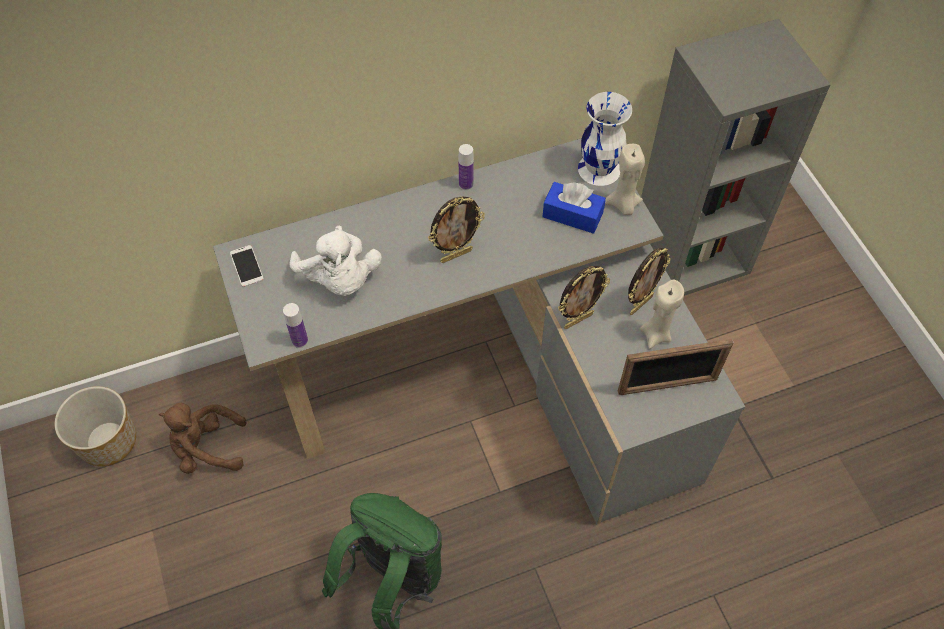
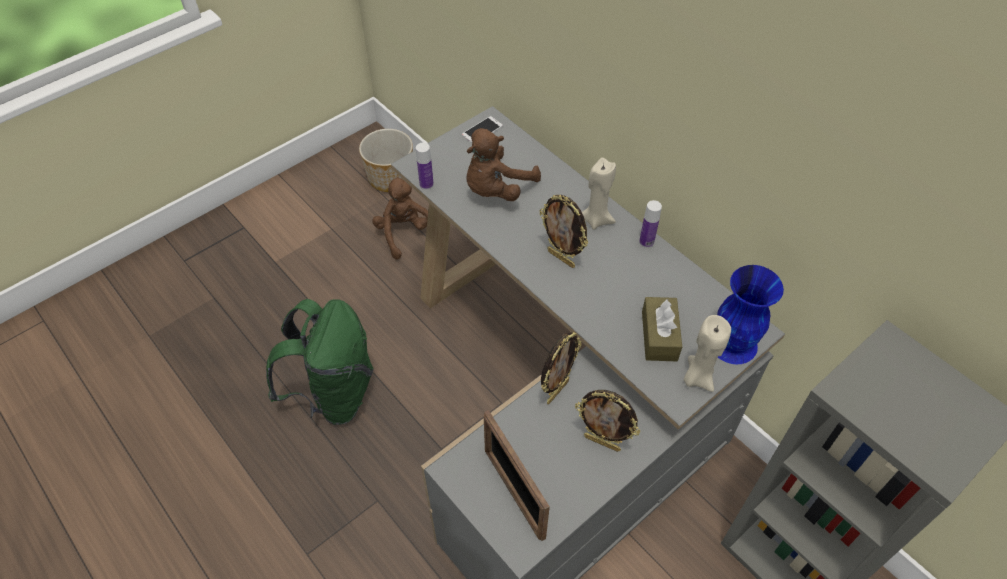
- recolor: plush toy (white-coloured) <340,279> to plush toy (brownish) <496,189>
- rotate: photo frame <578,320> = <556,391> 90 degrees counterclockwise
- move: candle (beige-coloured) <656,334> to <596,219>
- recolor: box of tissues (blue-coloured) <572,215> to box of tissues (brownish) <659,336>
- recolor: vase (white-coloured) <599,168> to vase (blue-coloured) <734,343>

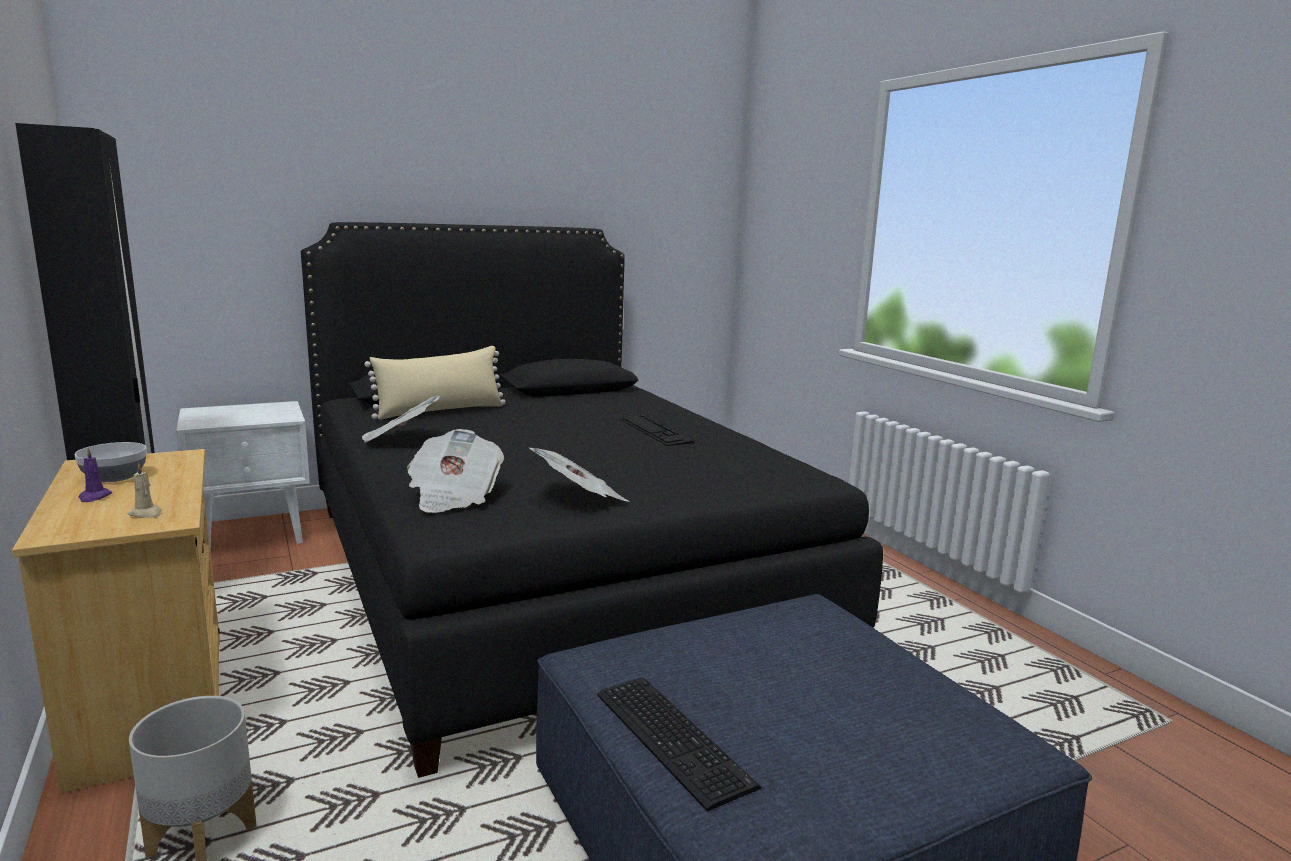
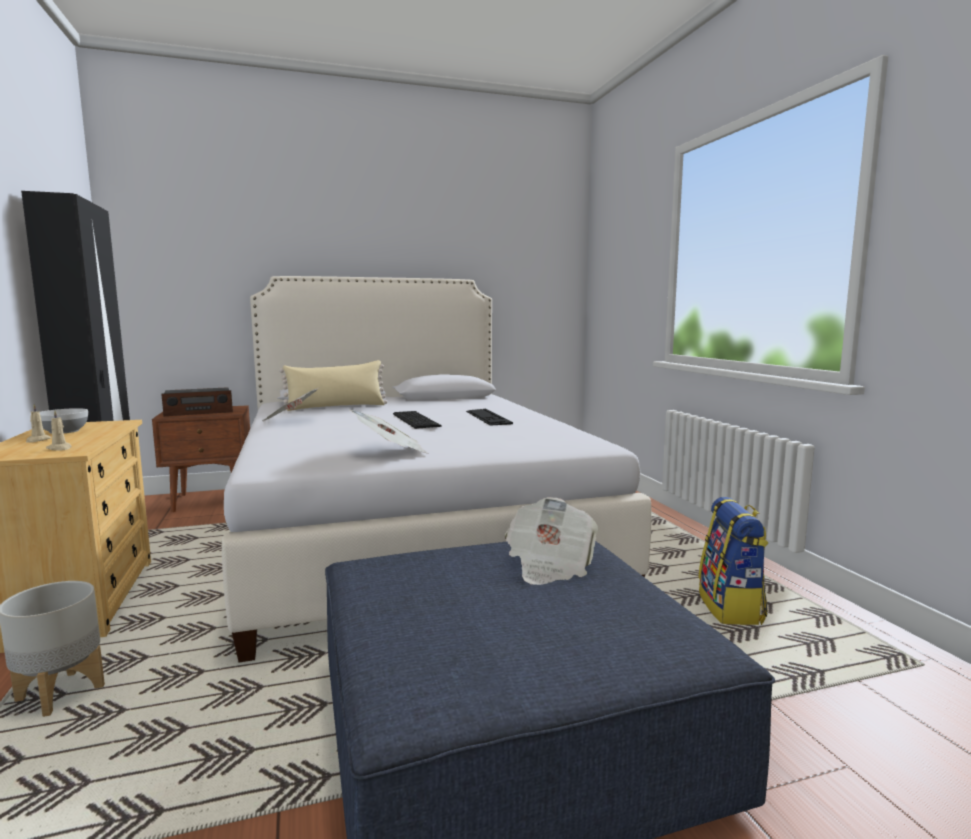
- recolor: candle (purple-coloured) <94,497> to candle (beige-coloured) <37,440>
- recolor: bedside table (white-coloured) <254,534> to bedside table (brownish) <212,500>
- insert: radio <199,411>
- recolor: bedroom bed (black-coloured) <547,574> to bedroom bed (white-coloured) <407,531>
- move: PC keyboard <673,735> to <417,419>
- move: printed paper <453,496> to <549,565>
- insert: backpack <731,608>

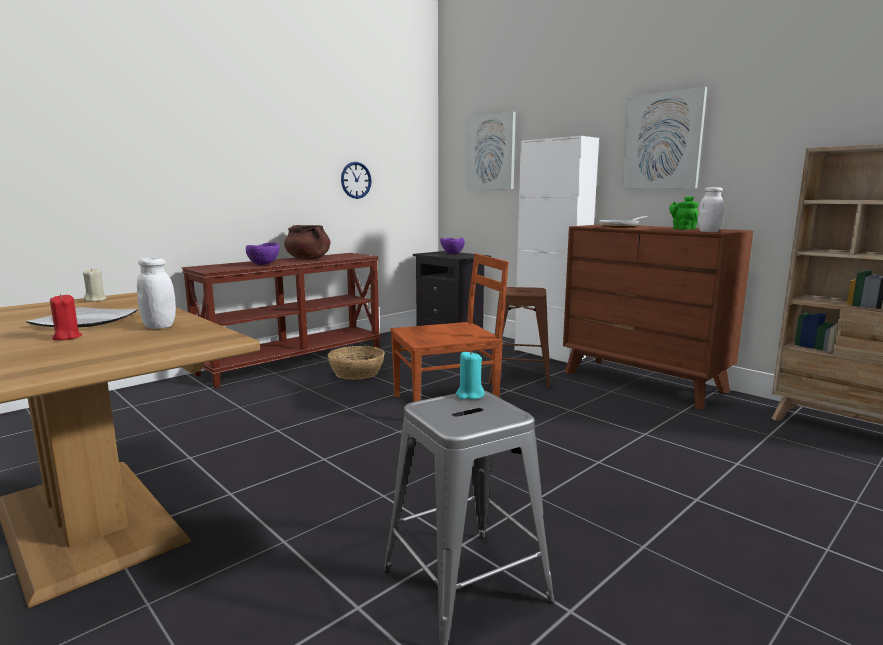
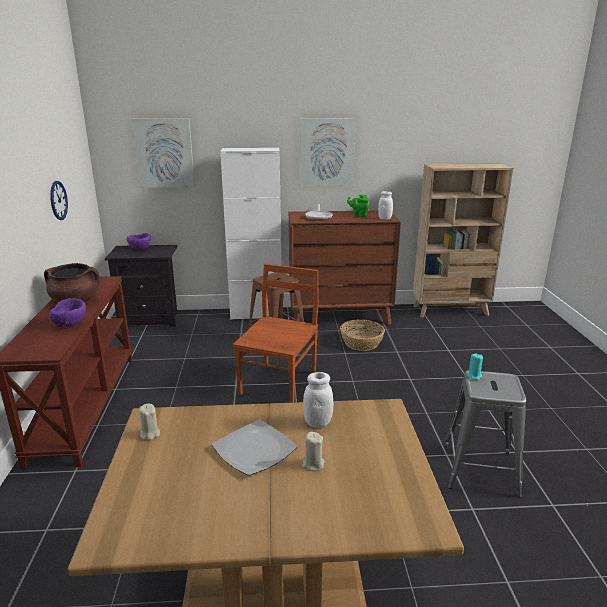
- recolor: candle (red-coloured) <67,337> to candle (beige-coloured) <313,464>
- move: storage basket <356,373> to <361,343>

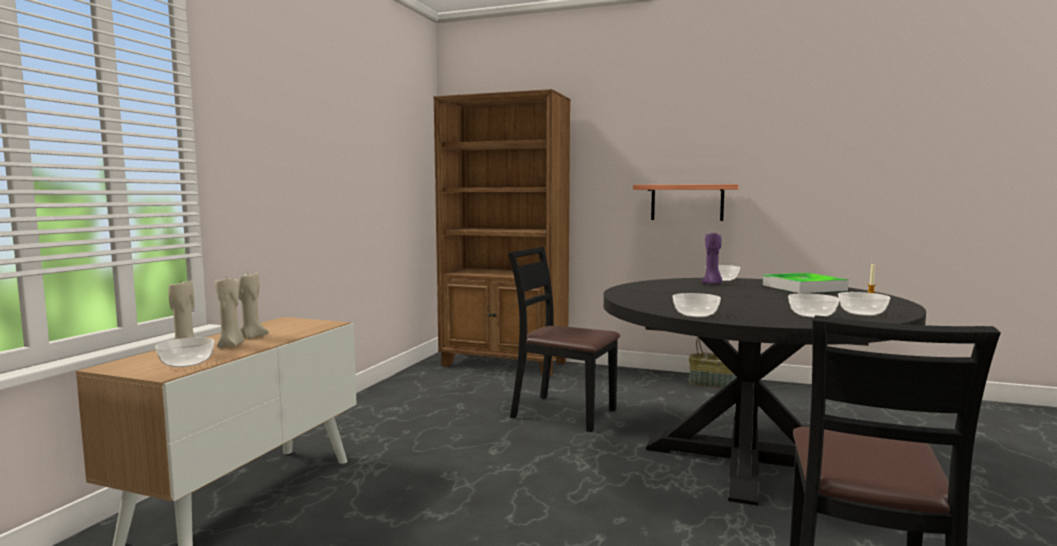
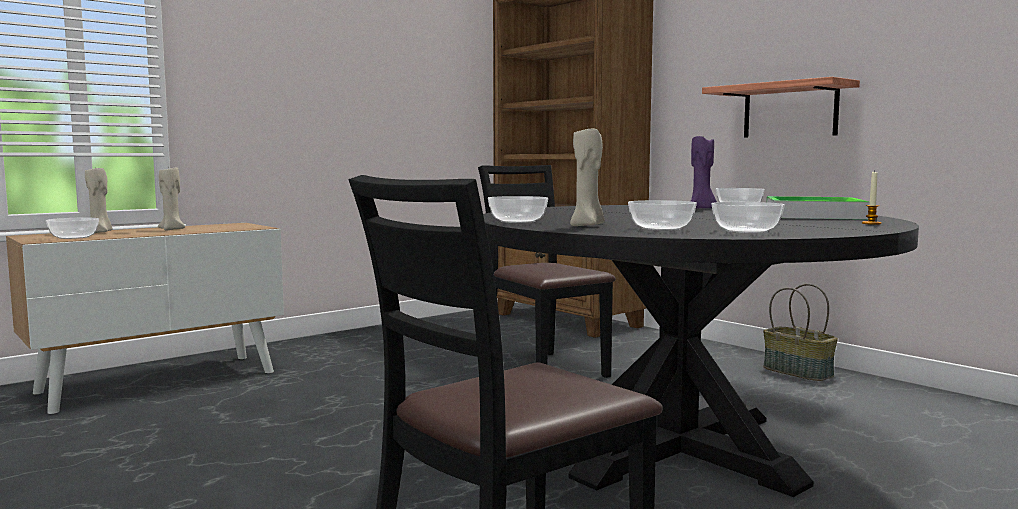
- move: candle (beige-coloured) <231,345> to <588,225>

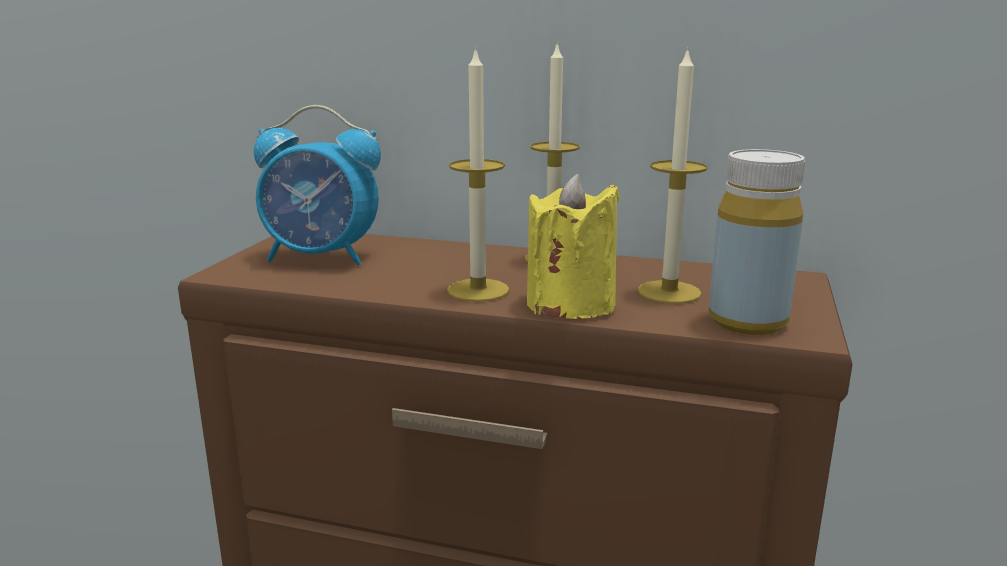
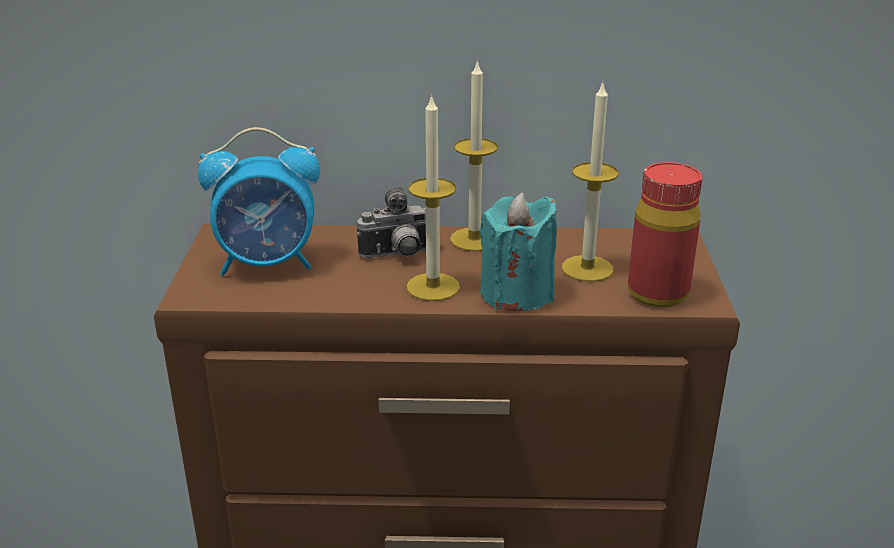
- insert: photo camera <399,256>
- recolor: candle (yellow-coloured) <570,304> to candle (turquoise) <516,293>
- recolor: beverage bottle (yellow-coloured) <747,321> to beverage bottle (red-coloured) <657,293>

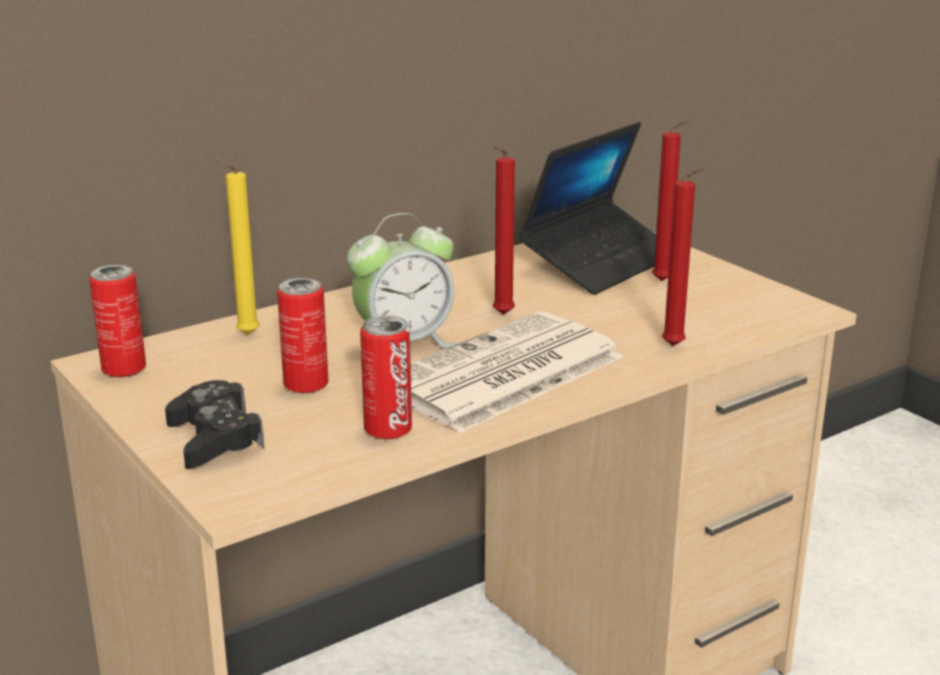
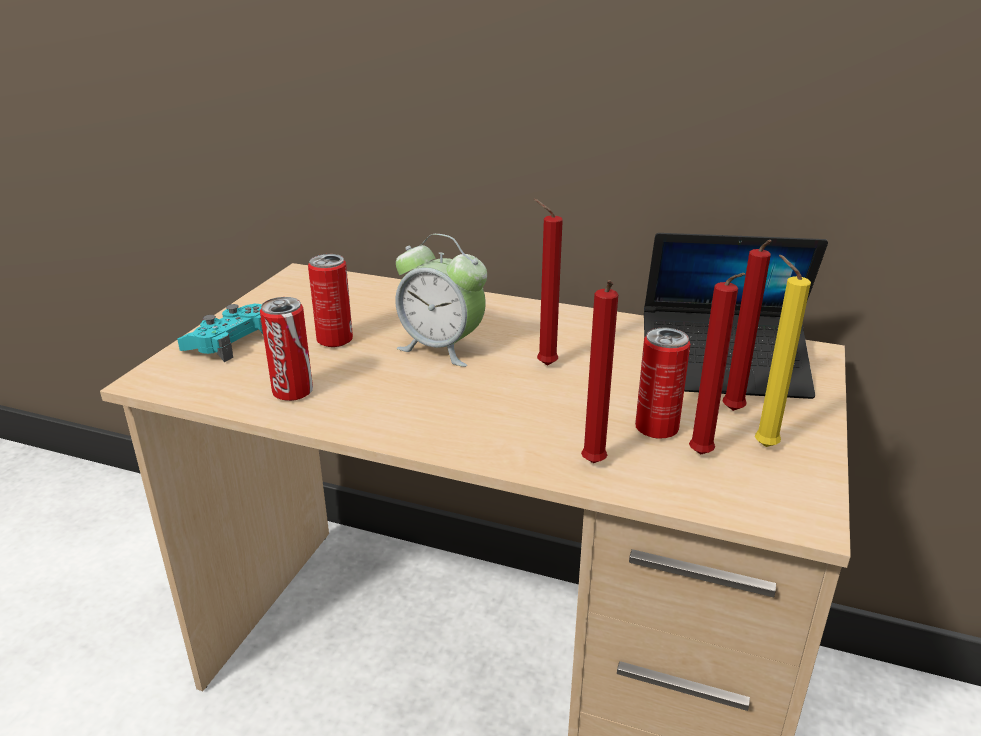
- recolor: joypad (black-coloured) <215,438> to joypad (turquoise) <230,342>
- move: sealed can <124,369> to <656,429>
- insert: candle (red-coloured) <702,457>
- move: candle (yellow-coloured) <244,335> to <761,445>
- delete: printed paper <500,374>

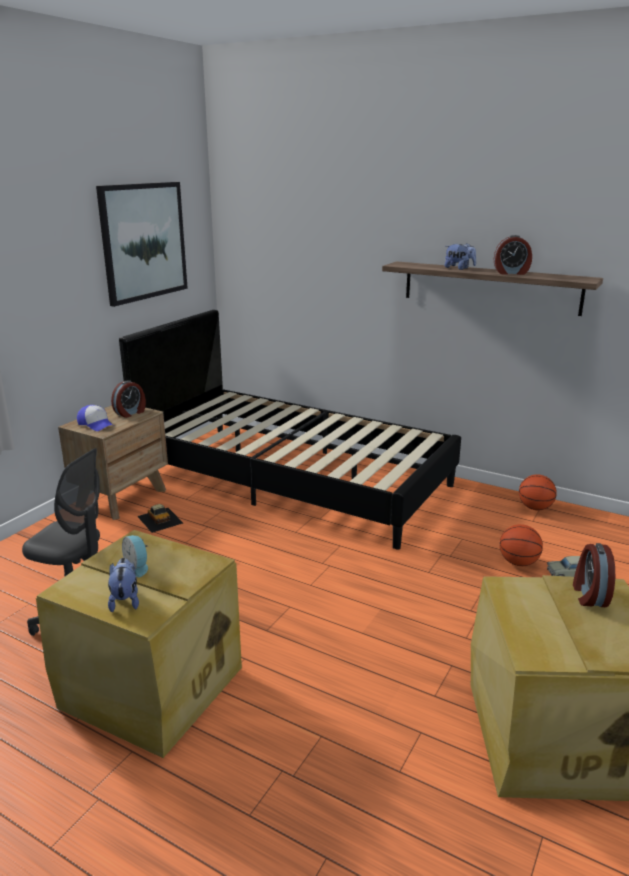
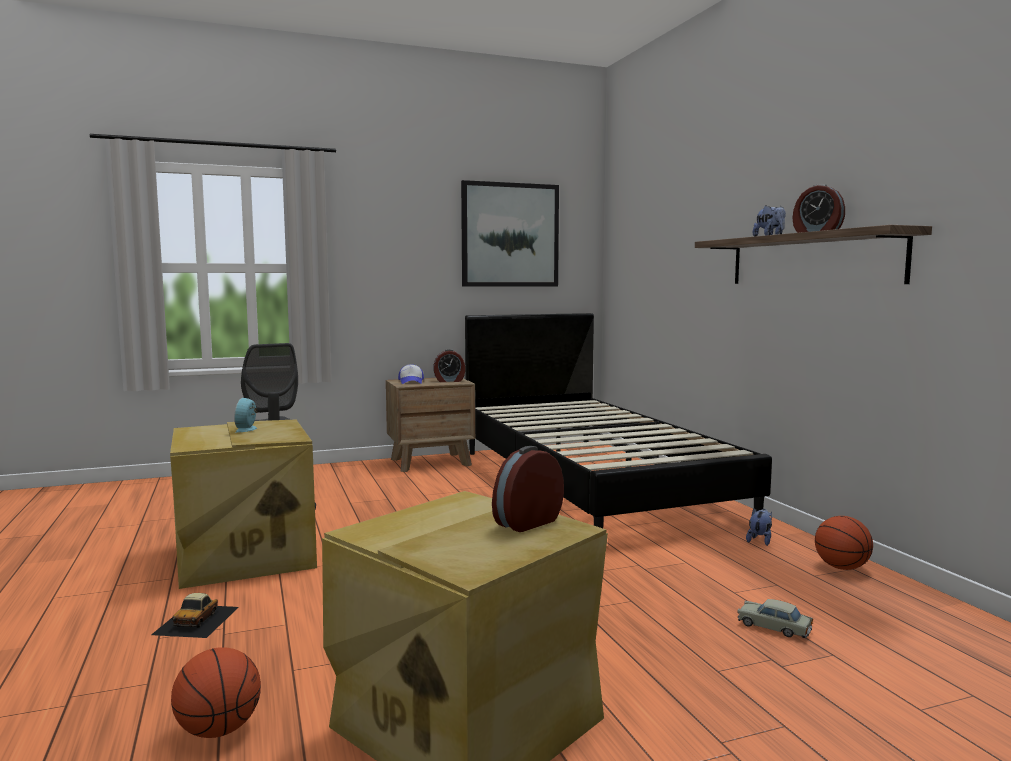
- move: toy car <160,519> to <197,620>
- move: basketball <518,563> to <218,730>
- move: plush toy <125,600> to <760,540>

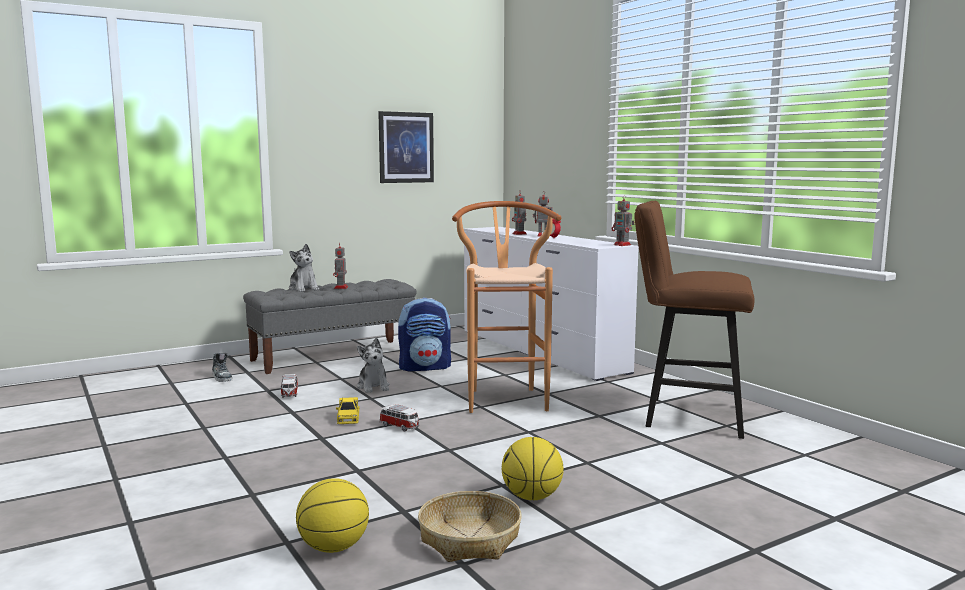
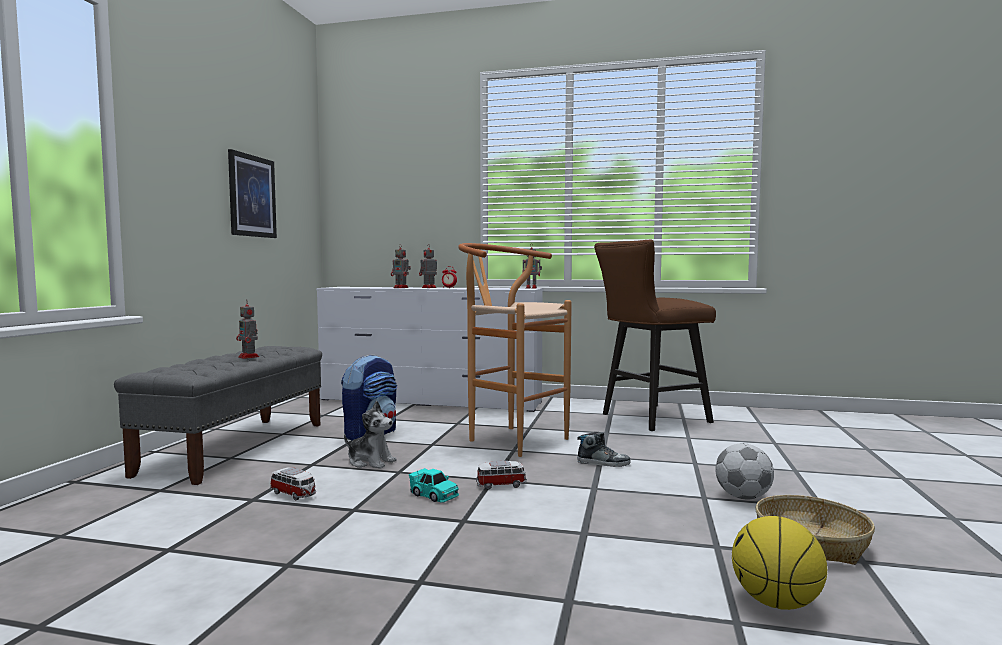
- recolor: toy car (yellow-coloured) <348,418> to toy car (turquoise) <434,495>
- move: item of footwear <222,377> to <603,463>
- replace: basketball <531,497> to football ball <743,497>
- delete: plush toy <304,289>

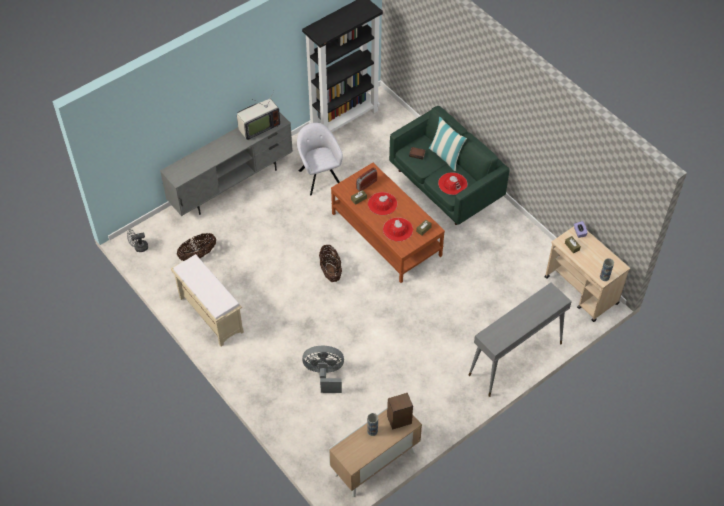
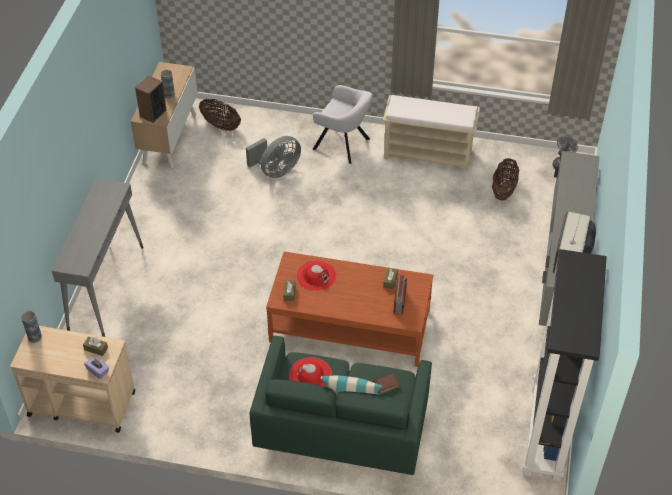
- move: storage basket <330,271> to <220,125>
- move: lounge chair (greyish) <319,176> to <343,145>
- delete: wearable hat (red-coloured) <382,203>

